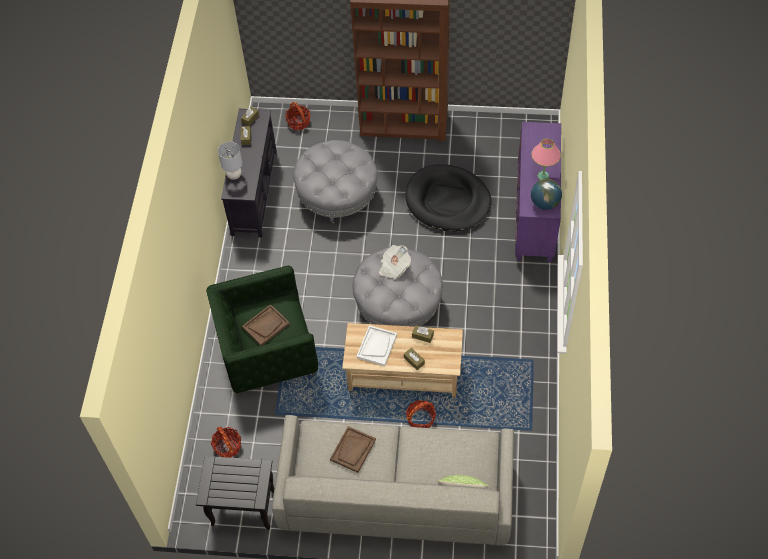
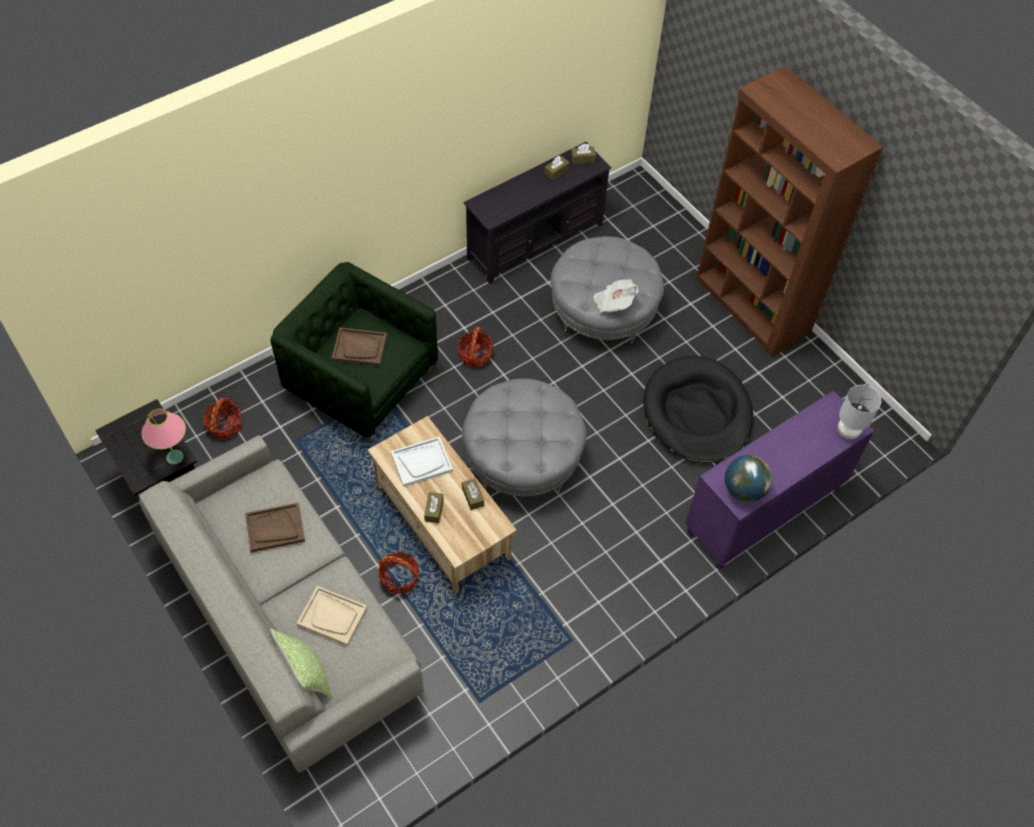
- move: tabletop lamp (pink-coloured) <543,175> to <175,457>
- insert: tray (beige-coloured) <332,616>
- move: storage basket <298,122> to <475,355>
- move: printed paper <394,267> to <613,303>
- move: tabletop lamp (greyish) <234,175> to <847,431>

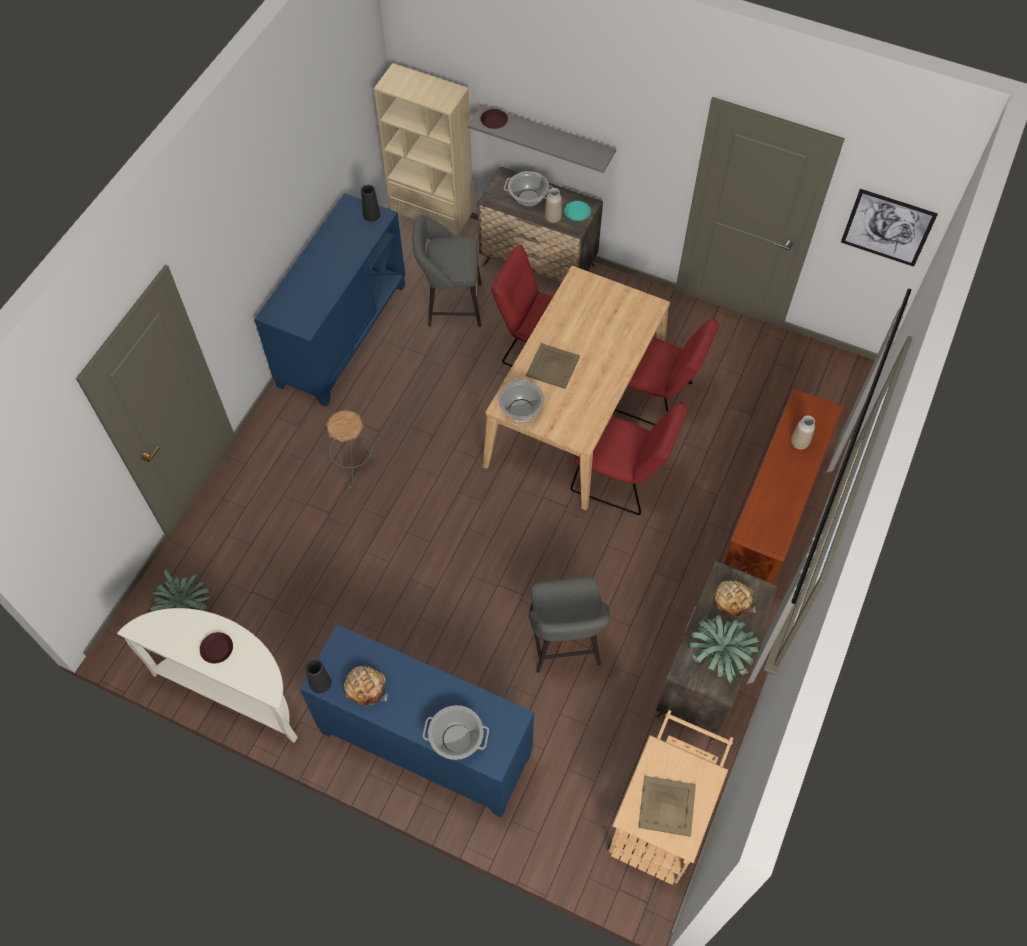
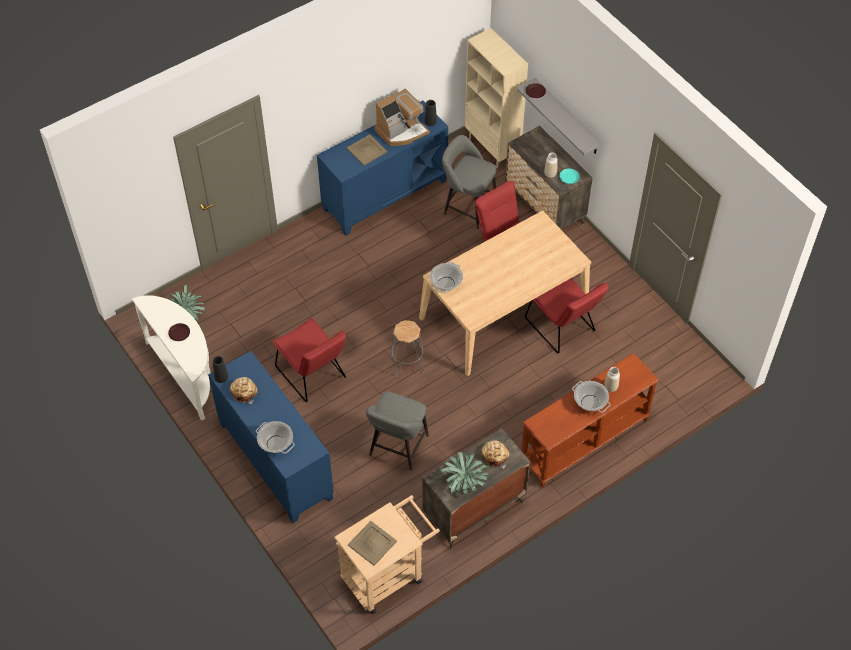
- move: plain chair (red-coloured) <622,479> to <313,375>
- move: tray (beige-coloured) <553,366> to <367,150>
- insert: coffee machine <402,131>
- move: sitting stool (greyish) <354,465> to <407,363>
- move: saucepot <528,198> to <589,402>
- delete: picture <887,227>

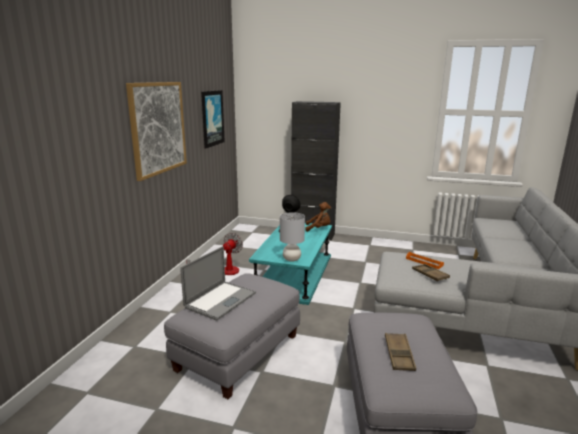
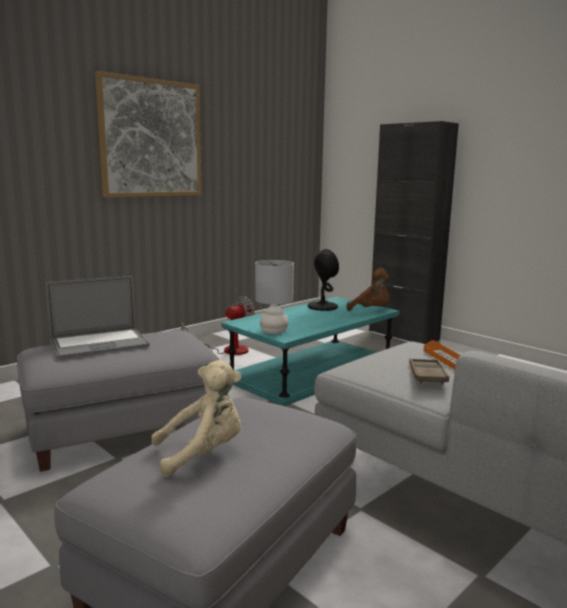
- replace: tray (brownish) <399,354> to plush toy (beige-coloured) <203,454>
- delete: picture <212,118>

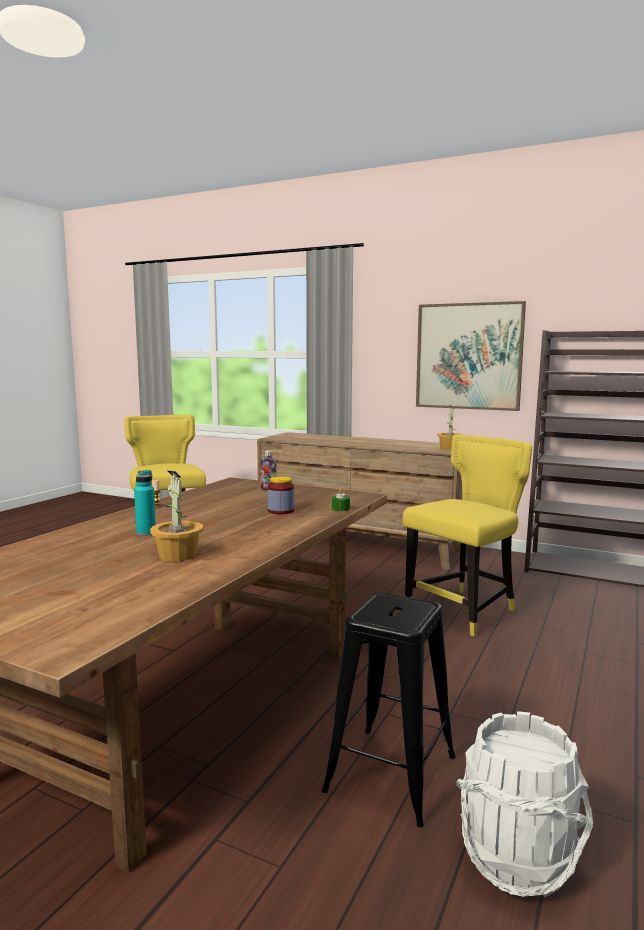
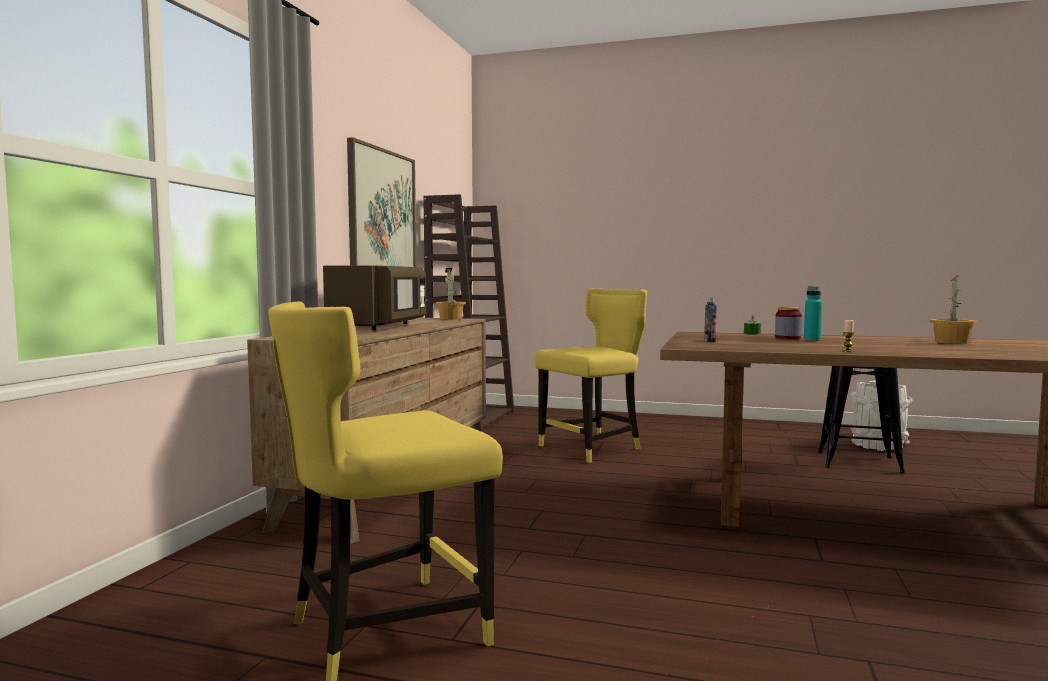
- insert: microwave (brownish) <379,326>
- rotate: plain chair (yellow-coloured) <464,610> = <593,448> 105 degrees clockwise
- move: beverage bottle (turquoise) <146,533> to <812,340>

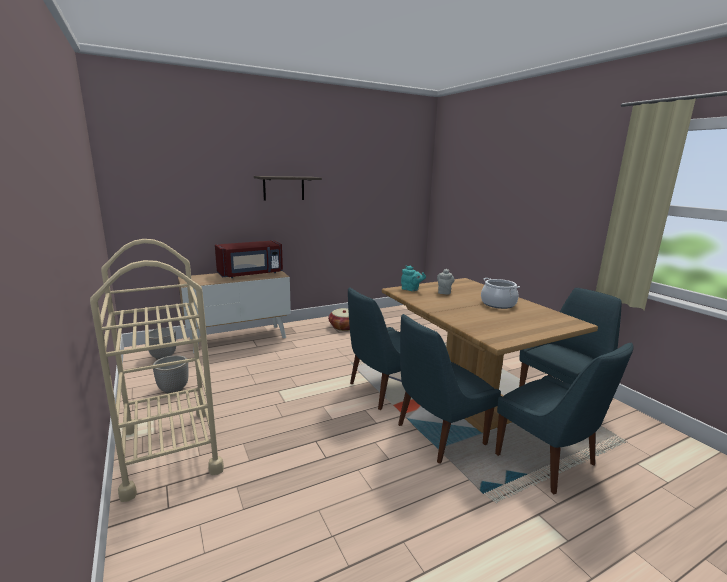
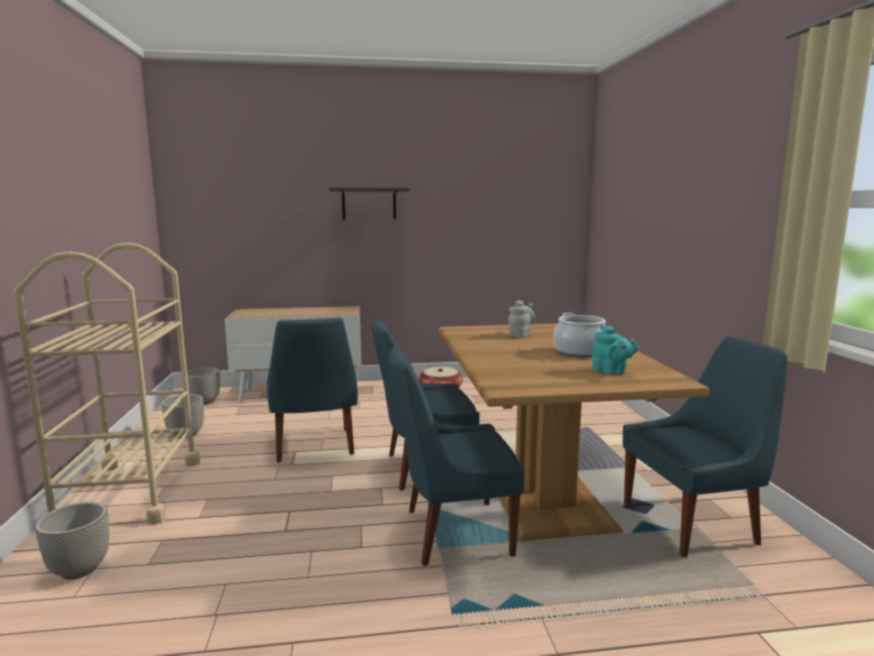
- insert: planter <79,569>
- move: plain chair (blue-coloured) <548,461> to <314,447>
- move: tea pot (turquoise) <411,289> to <611,372>
- delete: microwave (red-coloured) <251,274>

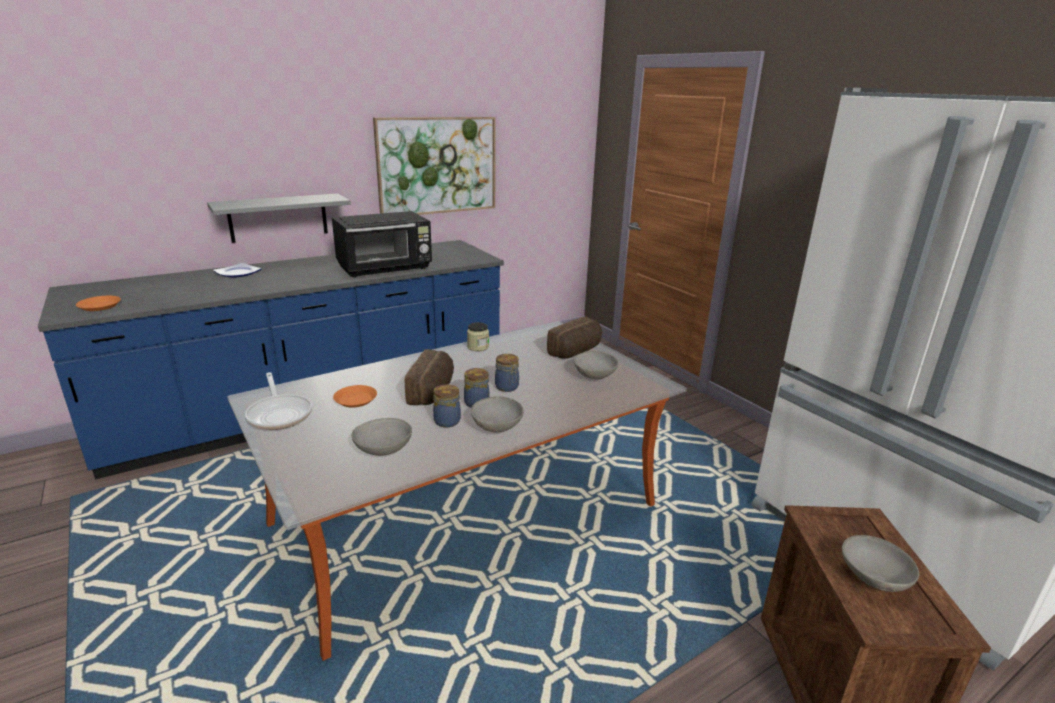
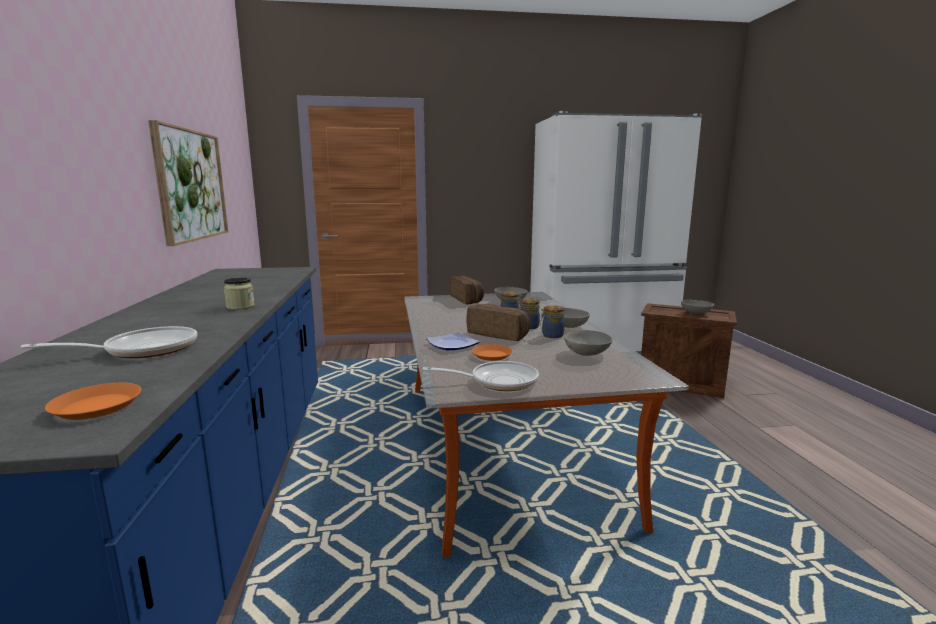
- insert: skillet <143,350>
- move: preserve jar <478,347> to <240,307>
- move: plate <237,273> to <452,345>
- delete: wall shelf (greyish) <278,217>
- delete: microwave (black-coloured) <385,268>

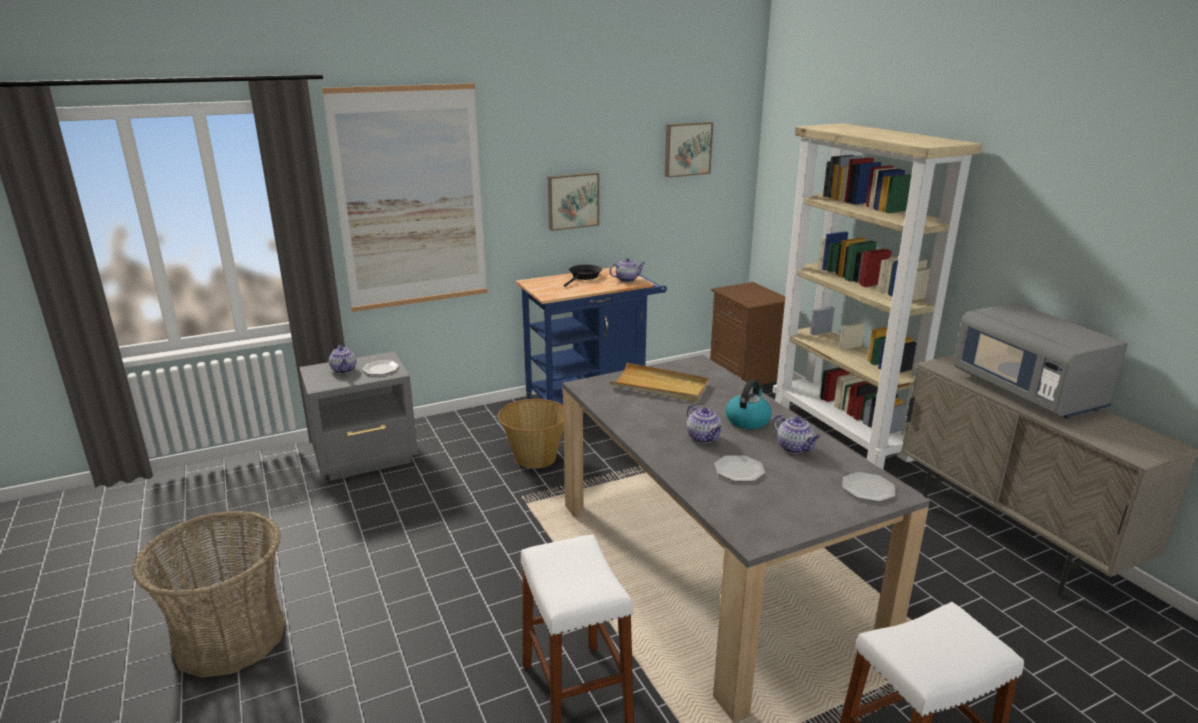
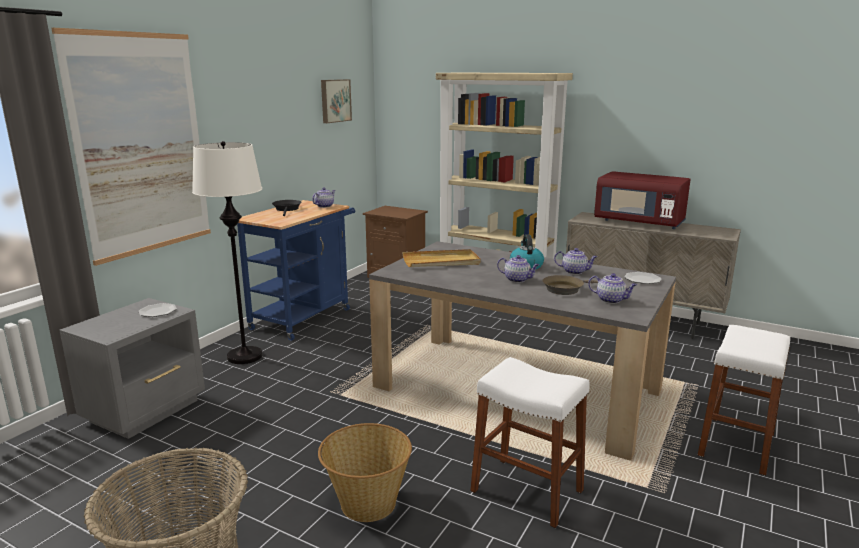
- insert: standing lamp (white-coloured) <245,356>
- move: storage basket <534,457> to <367,503>
- replace: plate <738,470> to skillet (brownish) <566,289>
- move: tea pot <344,370> to <611,300>
- recolor: microwave (greyish) <1026,392> to microwave (red-coloured) <639,222>
- delete: picture <572,200>

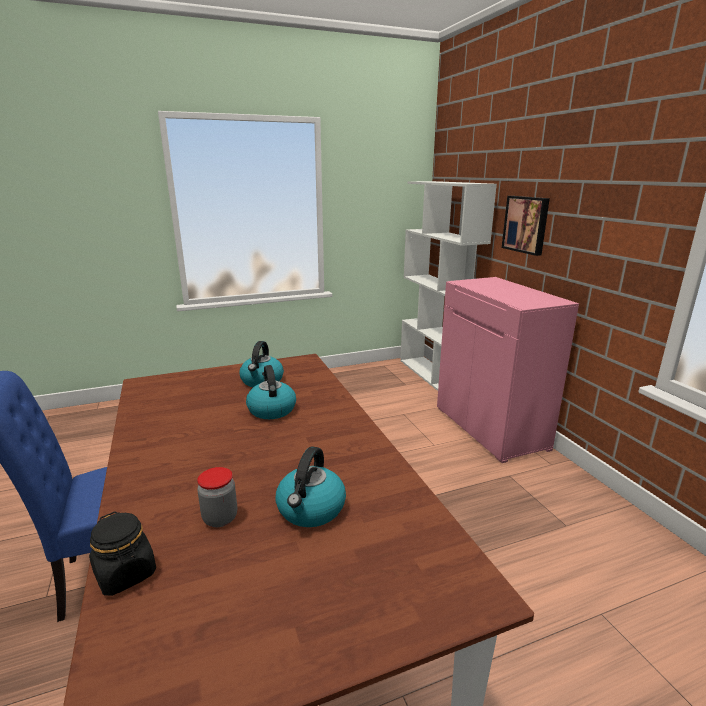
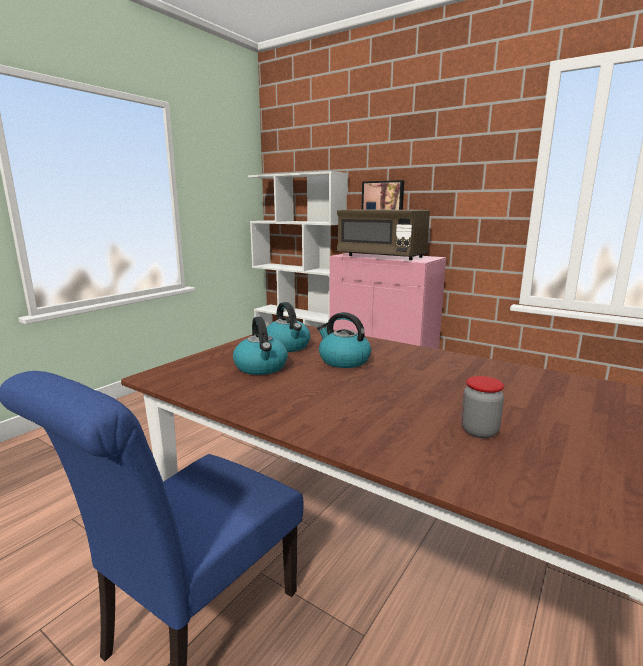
- move: kettle <311,509> to <261,367>
- insert: microwave (brownish) <381,256>
- delete: preserve jar (black-coloured) <126,573>

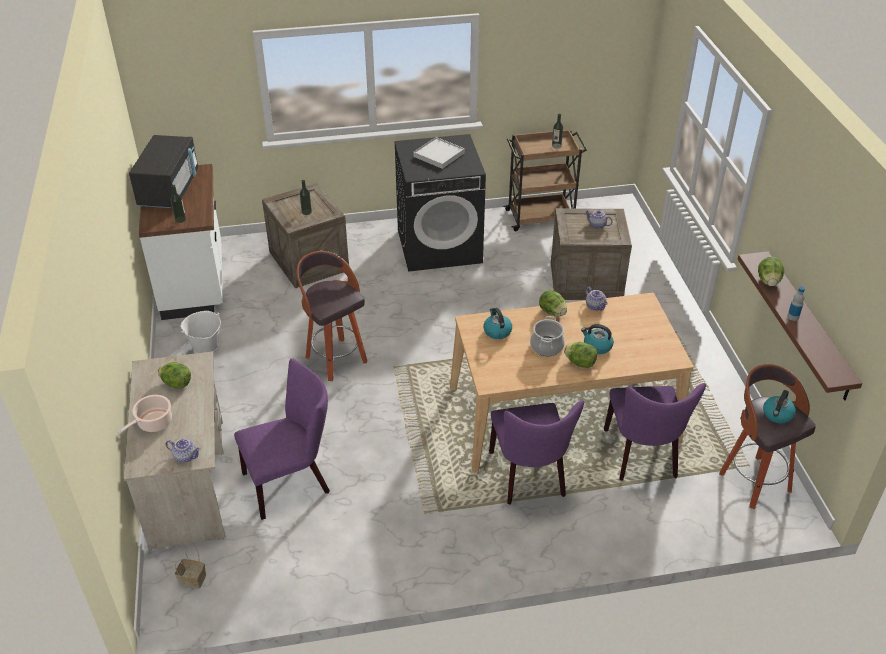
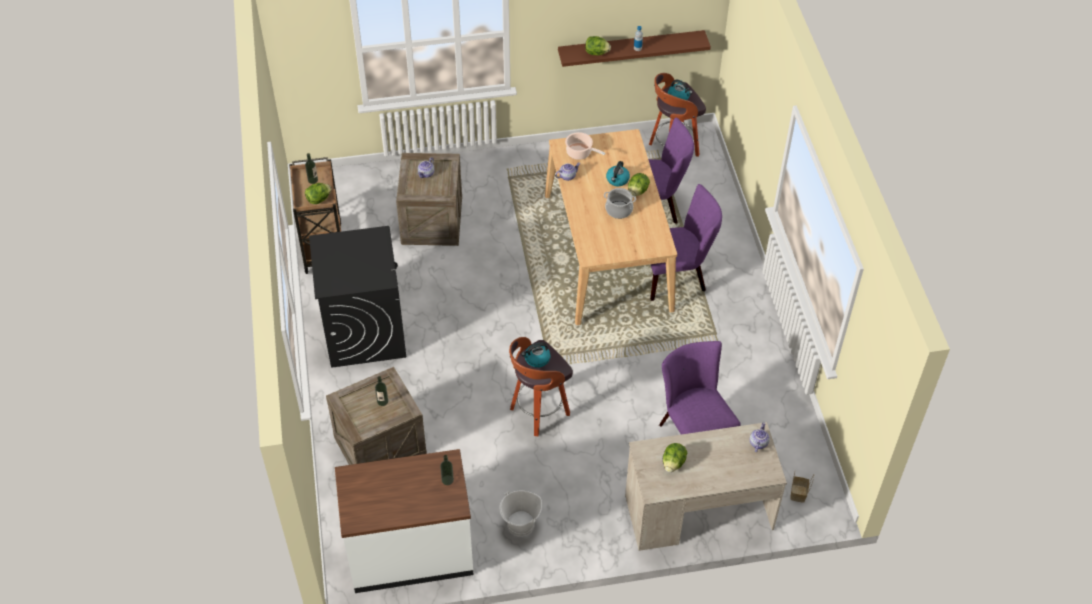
- move: lettuce head <552,312> to <318,199>
- move: kettle <497,331> to <536,359>
- move: saucepot <153,423> to <580,153>
- delete: microwave (black-coloured) <169,190>
- delete: tray (white-coloured) <438,155>

